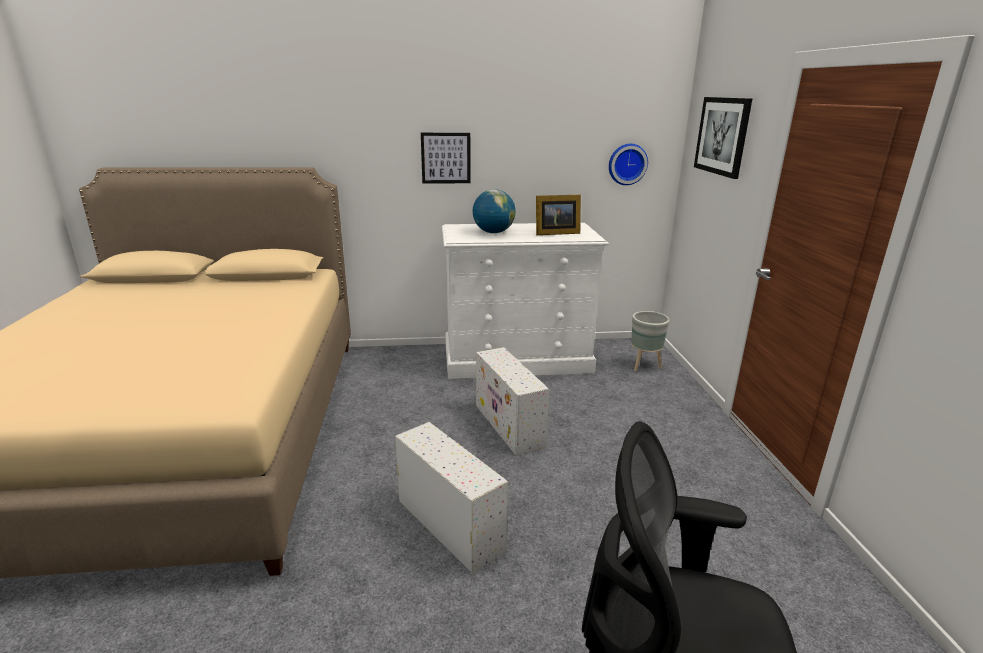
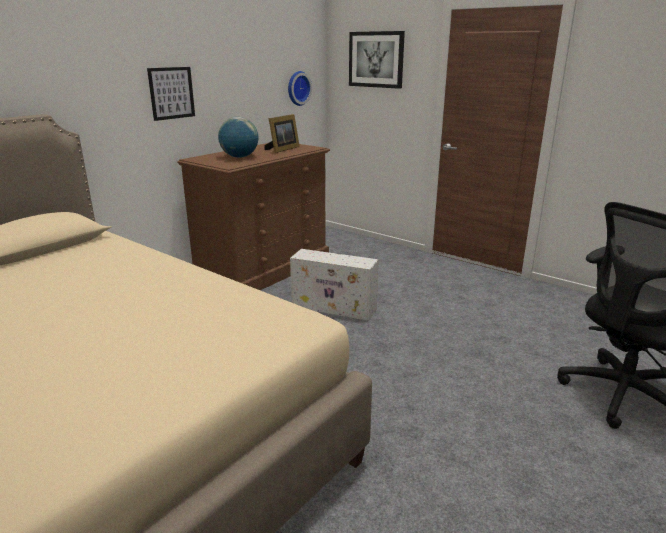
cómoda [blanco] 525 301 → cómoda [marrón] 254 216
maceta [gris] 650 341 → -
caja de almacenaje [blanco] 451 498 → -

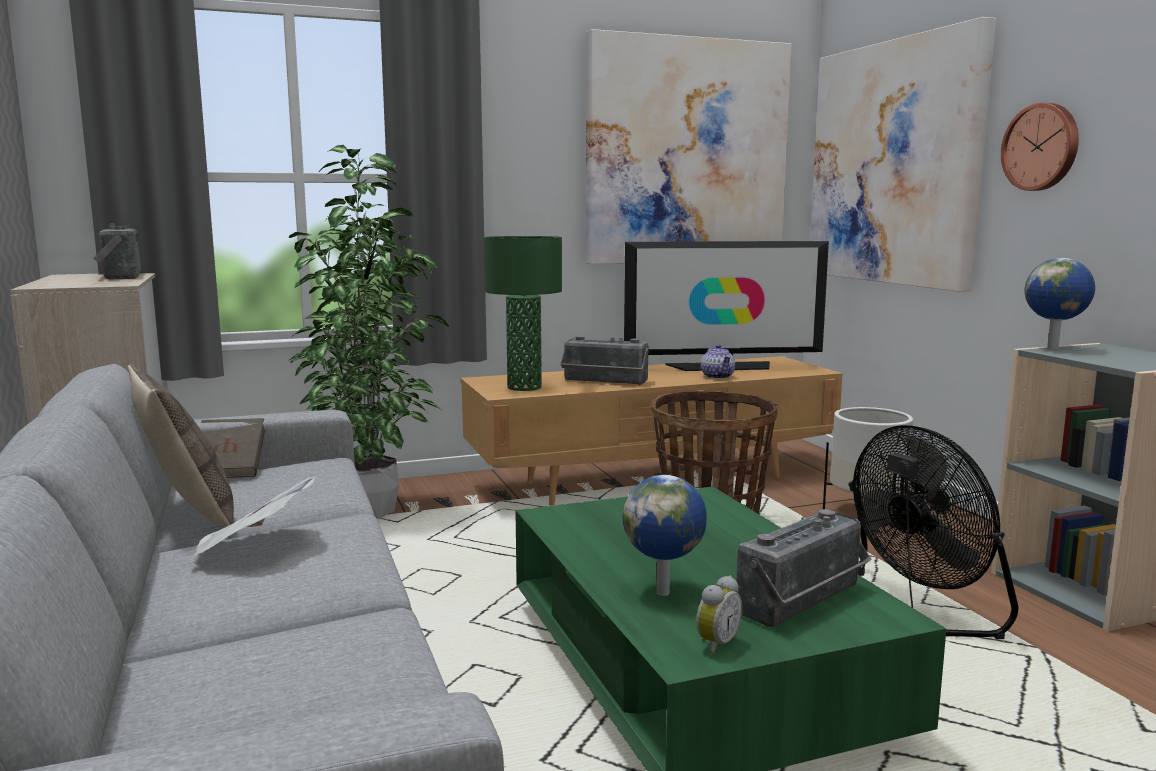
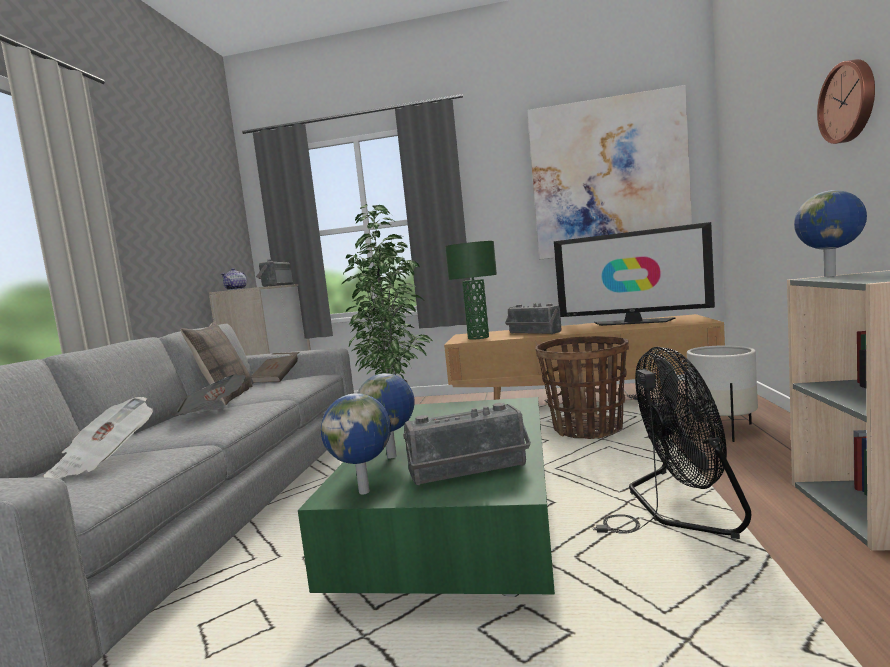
cuadro 903 154 → -
tetera 718 361 → tetera 234 279, shifted
despertador 719 616 → globo terráqueo 356 443
- → periódico 98 437

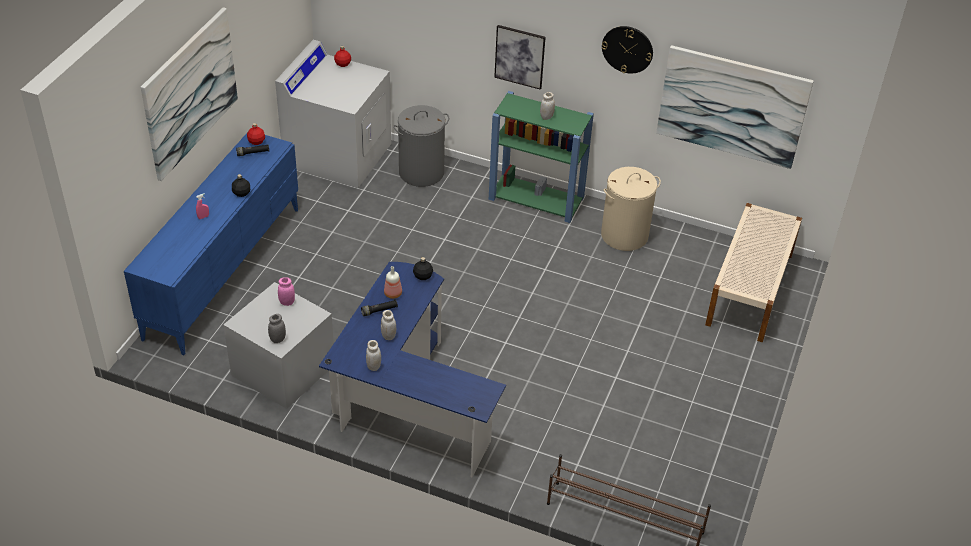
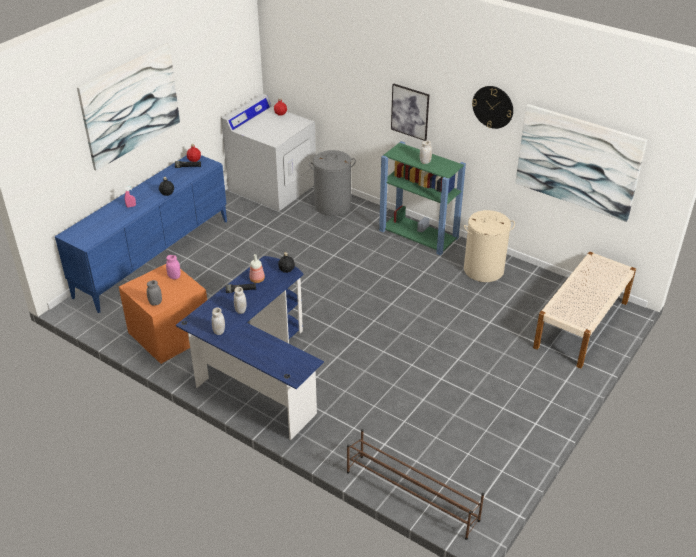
caja de almacenaje [gris] 278 345 → caja de almacenaje [naranja] 163 314

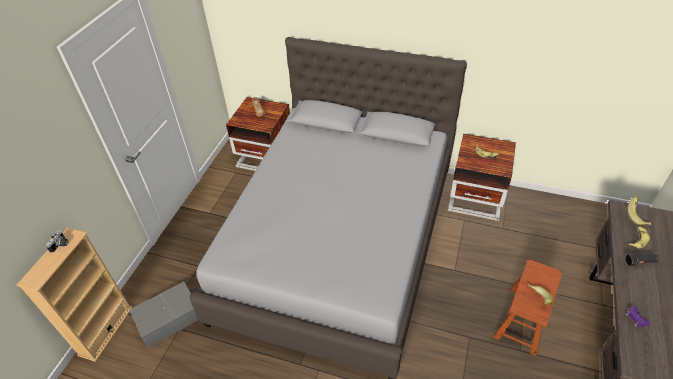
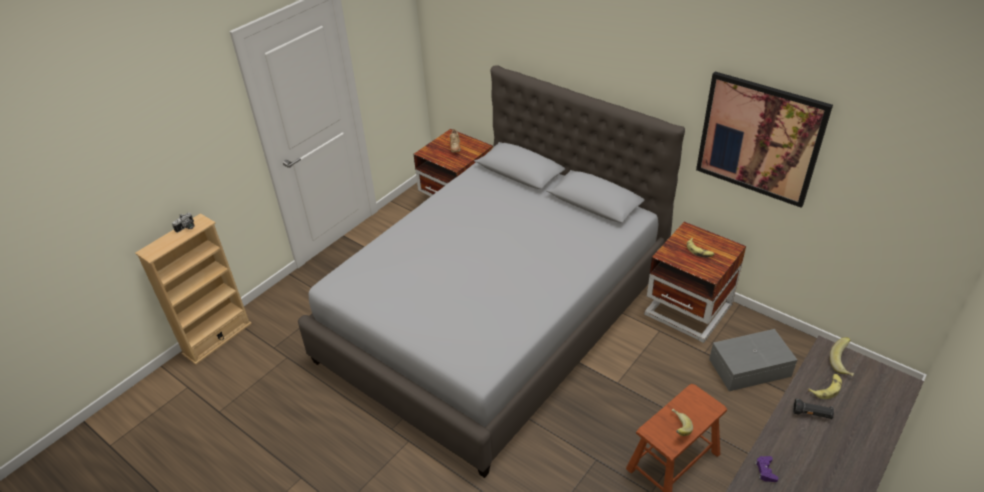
caja de almacenaje [gris] 163 315 → caja de almacenaje [gris] 753 360, shifted
- → cuadro 764 139

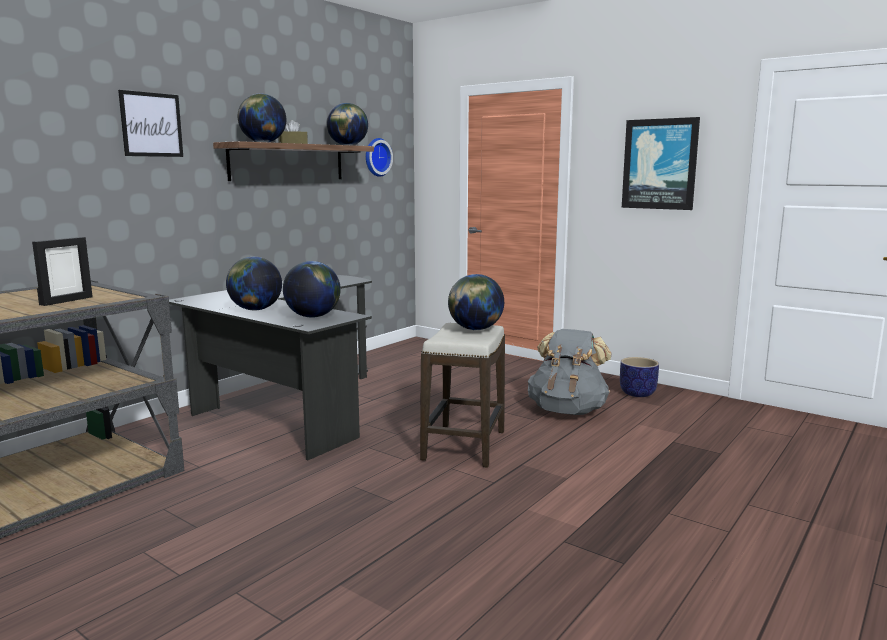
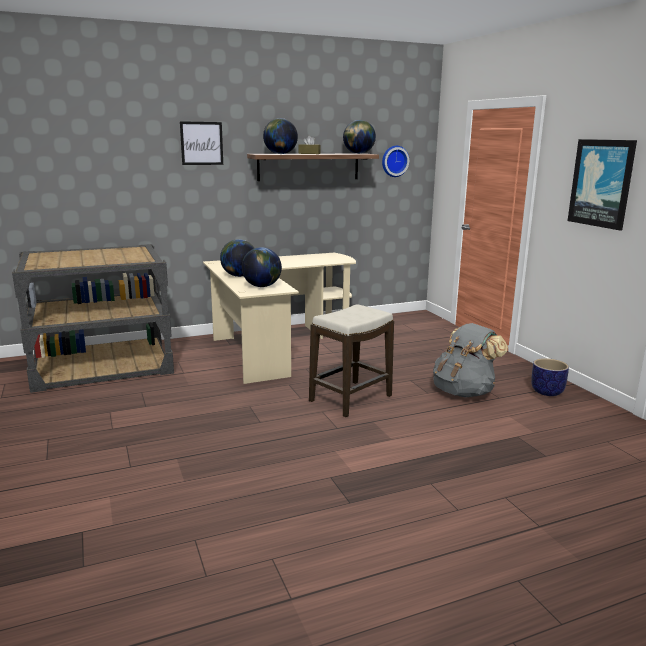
portarretratos 62 271 → -
globo terráqueo 476 302 → -
escritorio [negro] 270 367 → escritorio [beis] 279 318

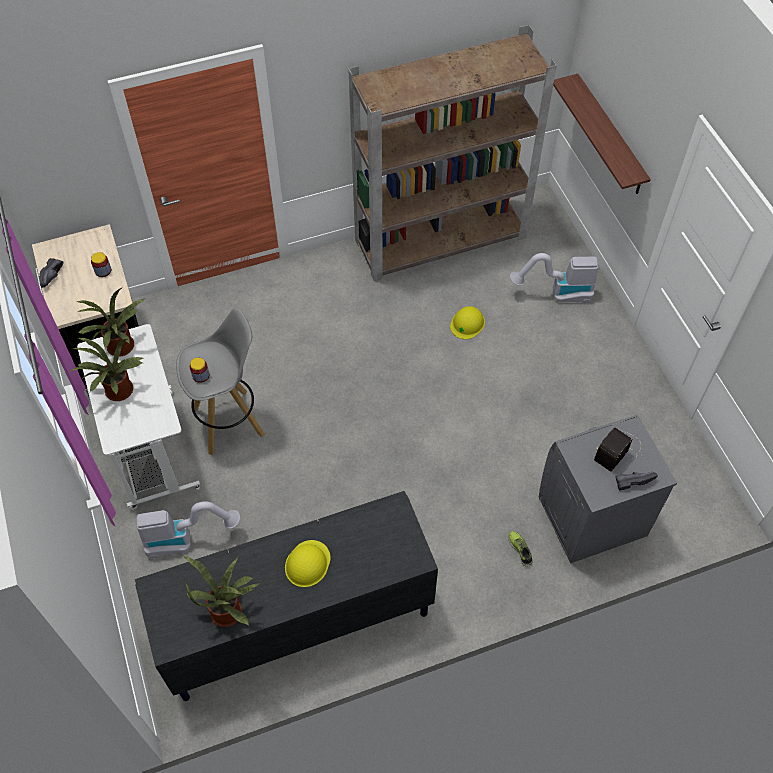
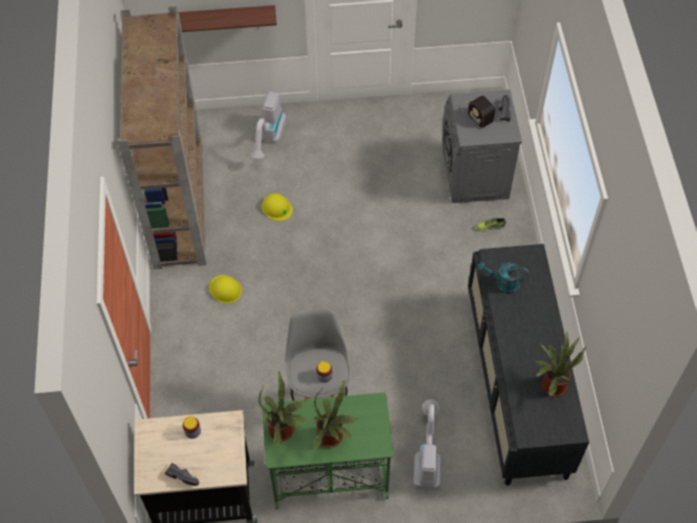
escritorio [blanco] 138 417 → escritorio [verde] 328 451
casco [amarillo] 307 563 → casco [amarillo] 225 289, shifted
- → regadera [turquesa] 503 277

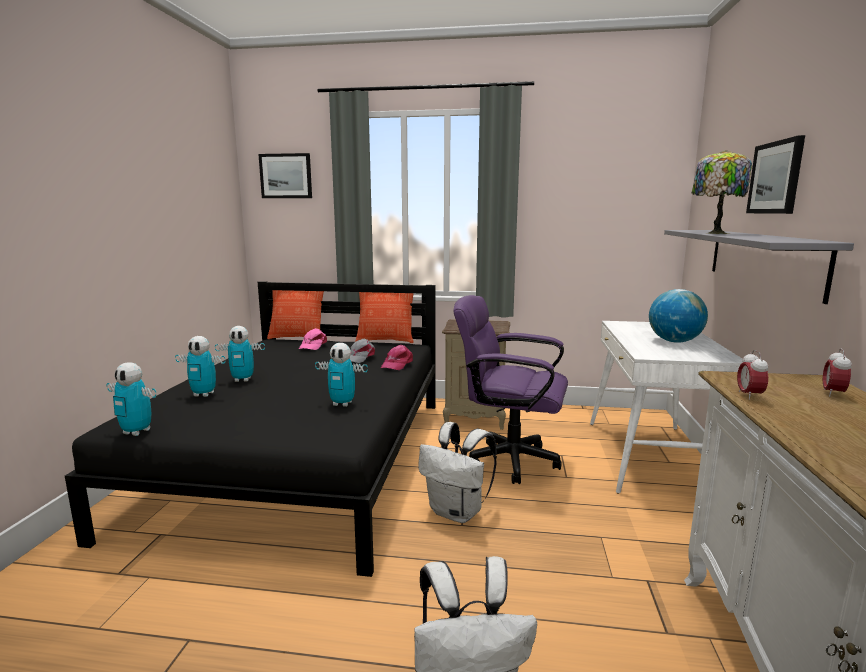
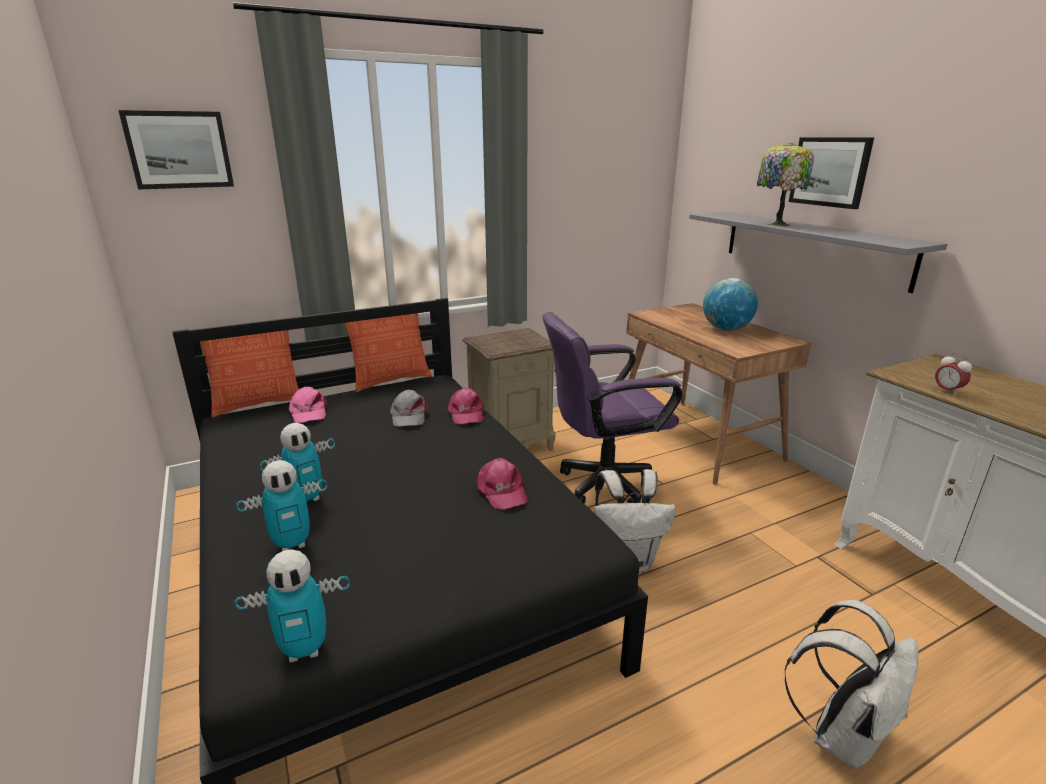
escritorio [blanco] 666 407 → escritorio [marrón] 718 394
robot de juguete 341 375 → gorra [rosa] 502 483
despertador 837 373 → -

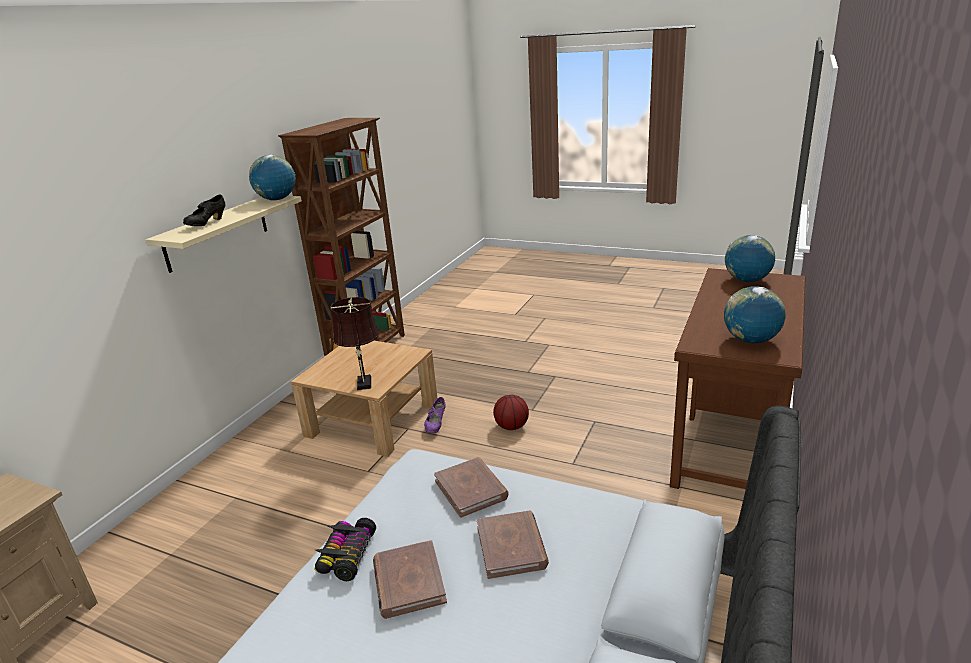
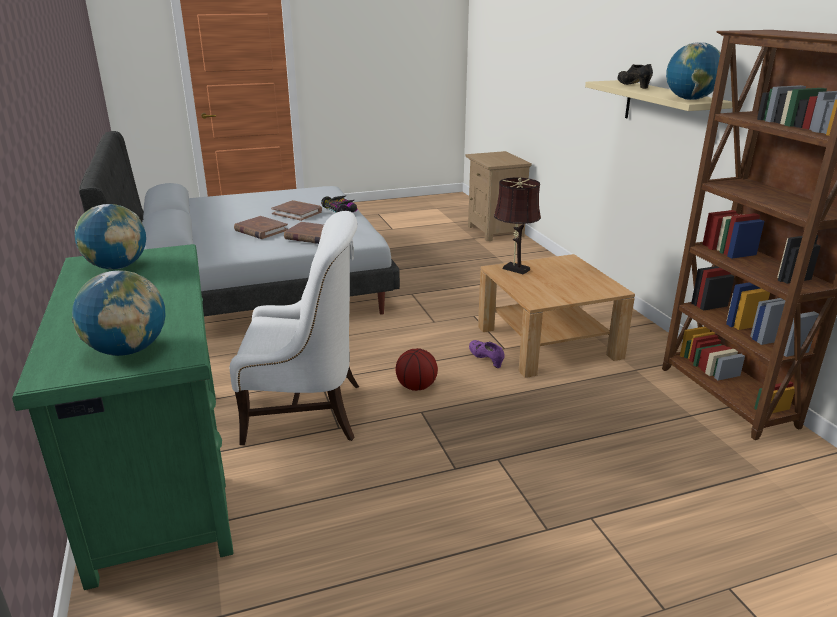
escritorio [marrón] 737 378 → escritorio [verde] 122 417
- → silla [blanco] 294 328

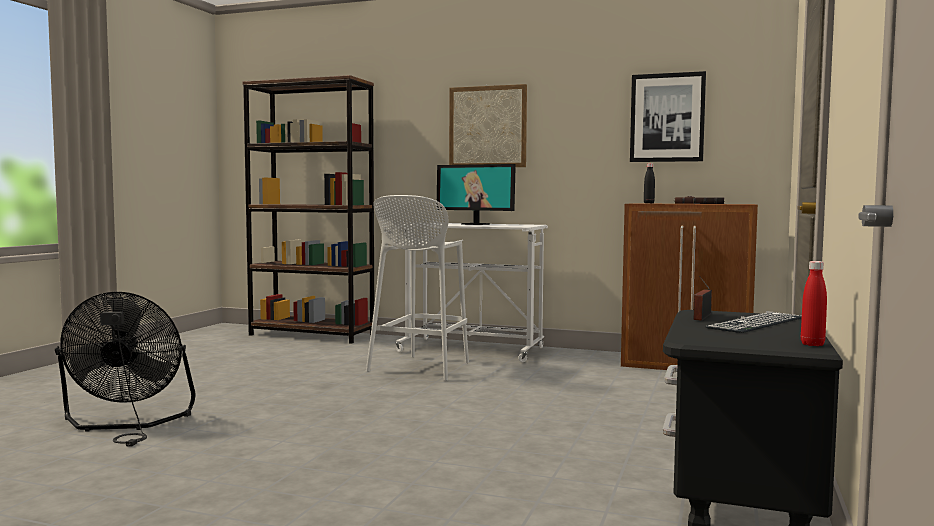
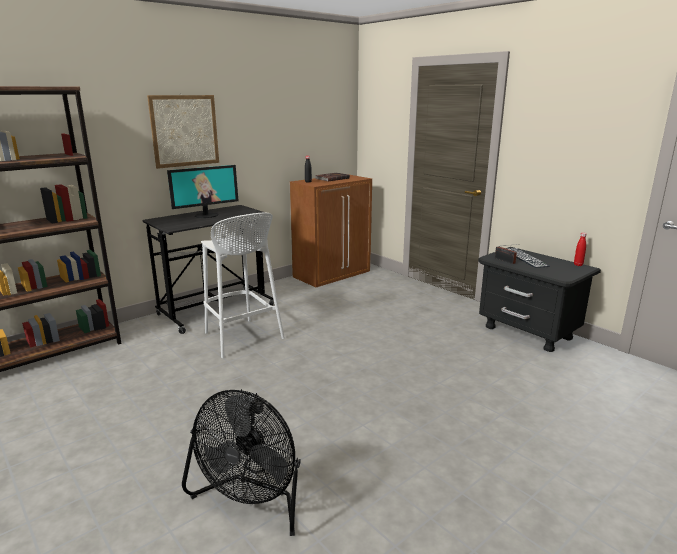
cuadro 668 116 → -
escritorio [blanco] 472 292 → escritorio [negro] 208 269
ventilador [negro] 125 369 → ventilador [negro] 241 462, 90 degrees counterclockwise

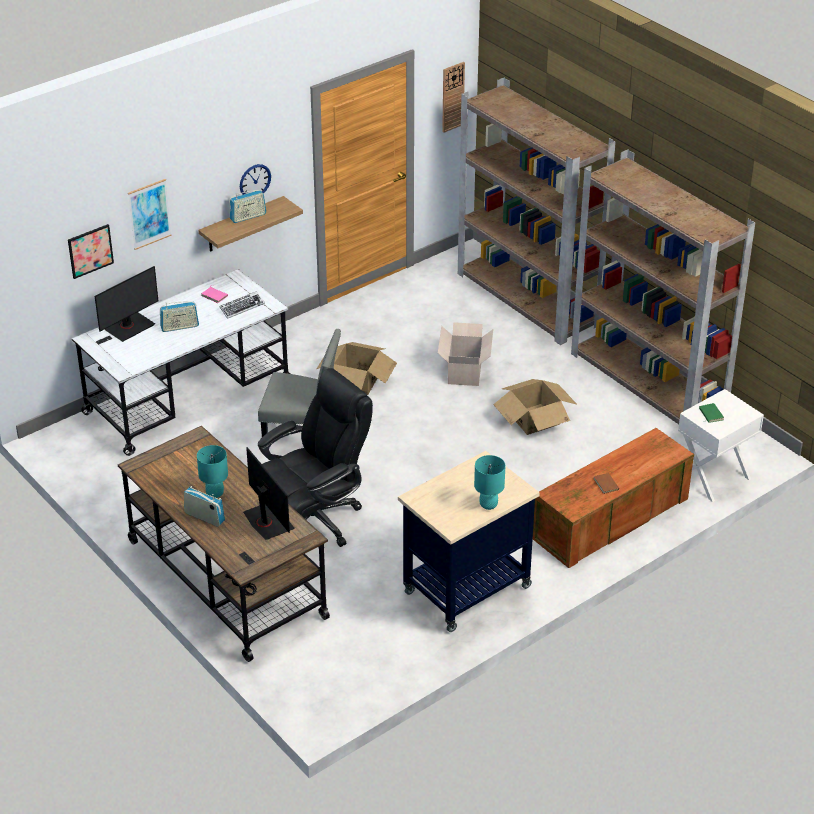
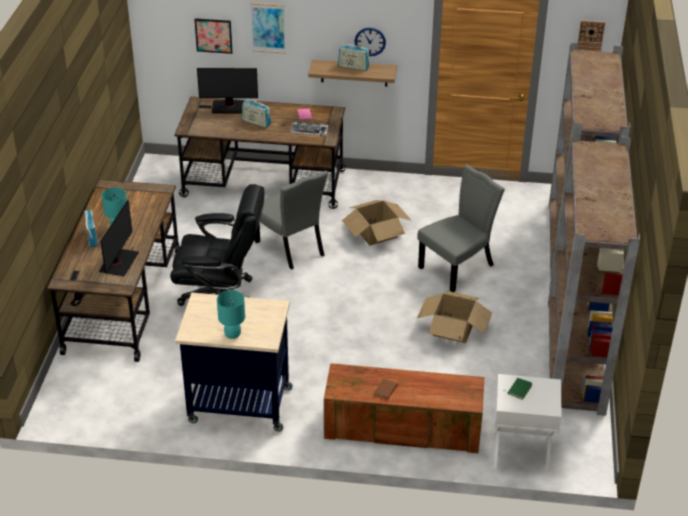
escritorio [blanco] 181 362 → escritorio [marrón] 260 152
caja de cartón 465 354 → silla [gris] 461 228

